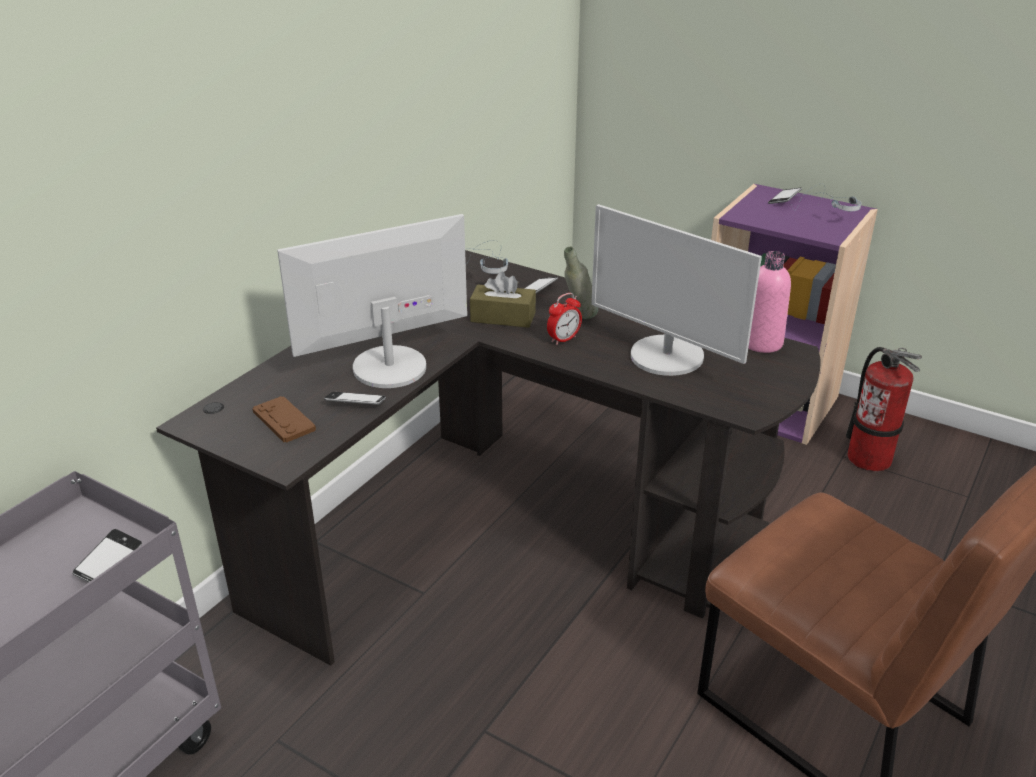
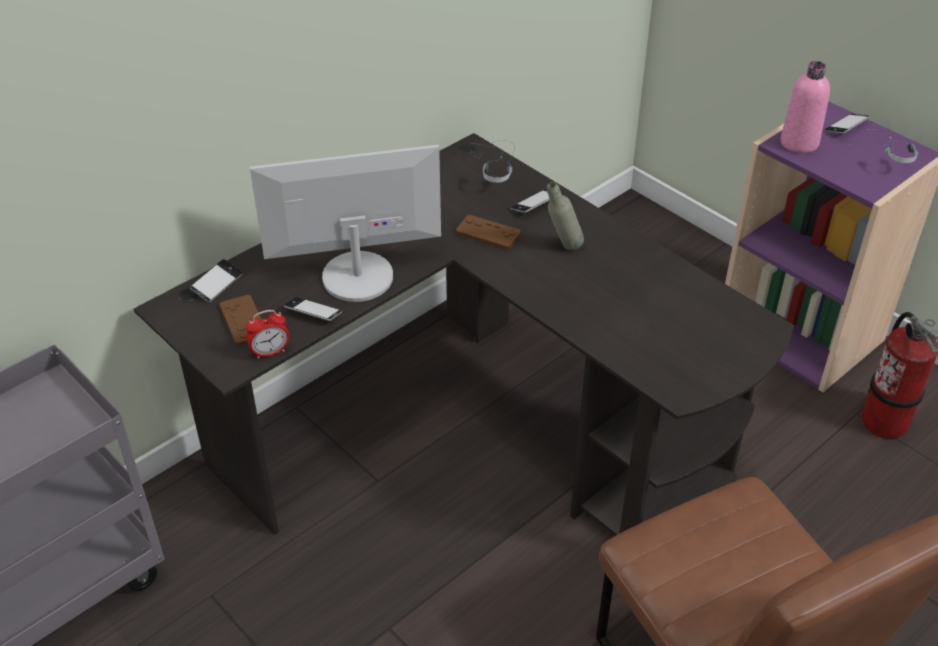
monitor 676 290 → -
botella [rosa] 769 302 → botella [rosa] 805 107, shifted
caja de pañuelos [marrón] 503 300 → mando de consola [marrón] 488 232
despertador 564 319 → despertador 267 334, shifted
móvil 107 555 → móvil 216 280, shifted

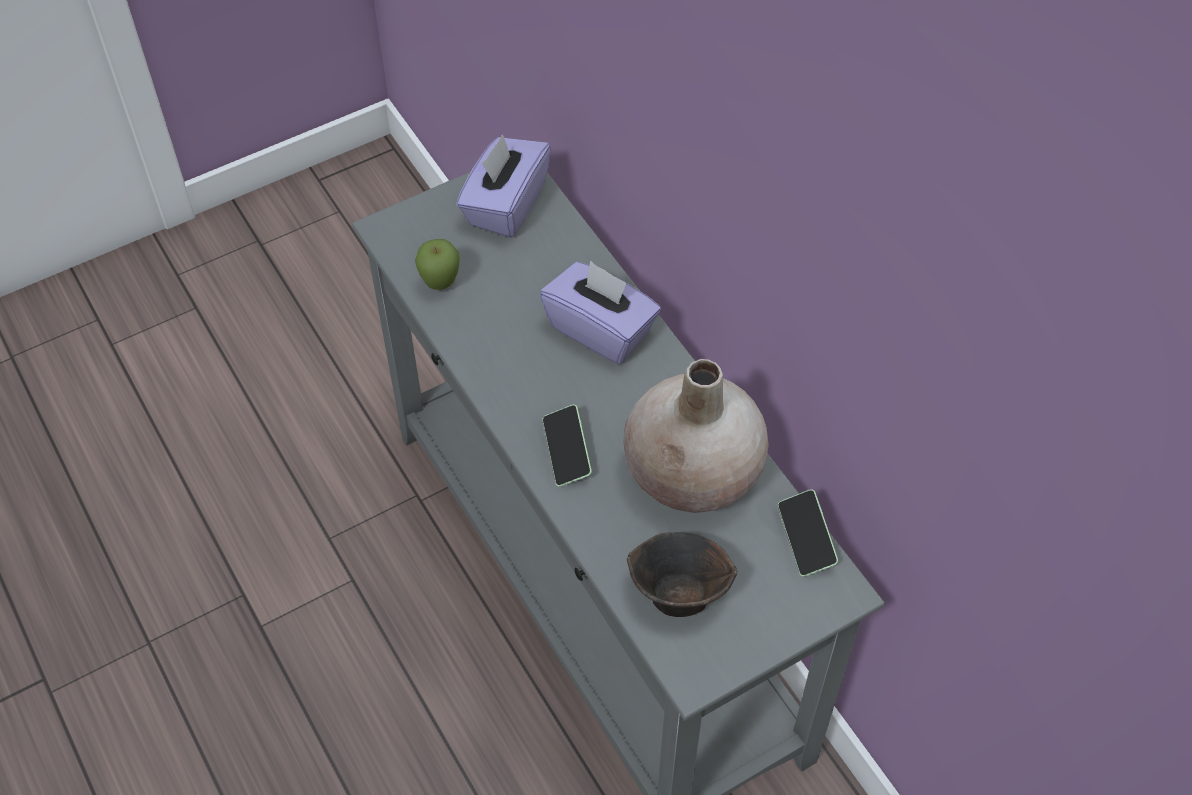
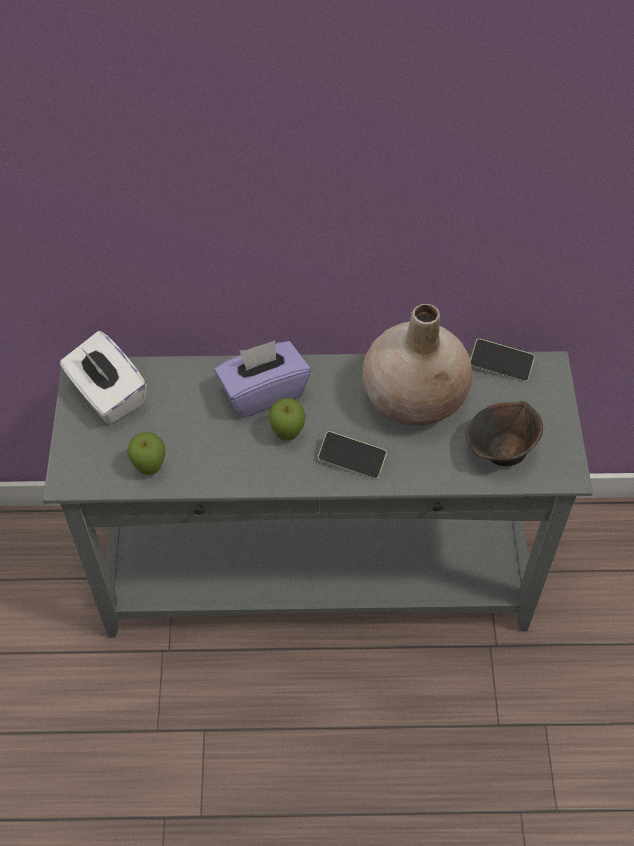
caja de pañuelos [morado] 503 186 → caja de pañuelos [blanco] 103 377
- → manzana 287 419

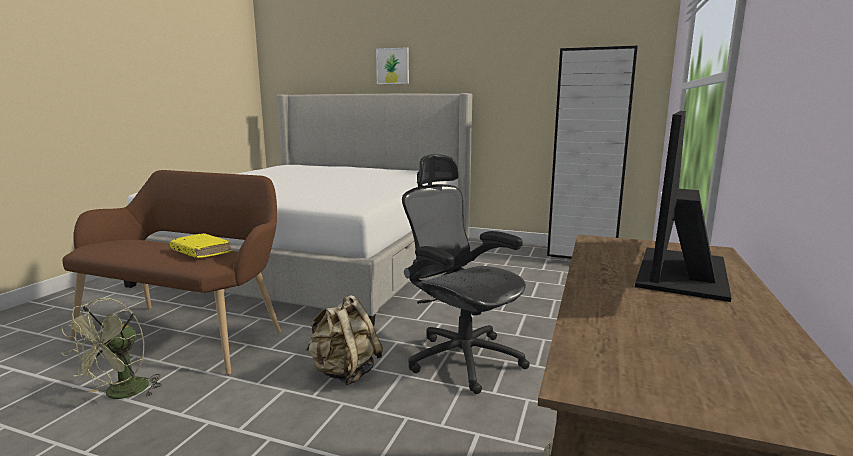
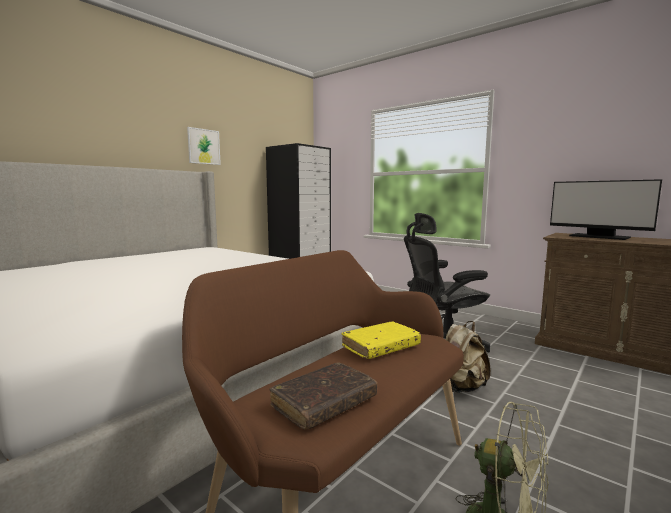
cuadro 392 65 → cuadro 204 146, shifted
- → libro [marrón] 323 396

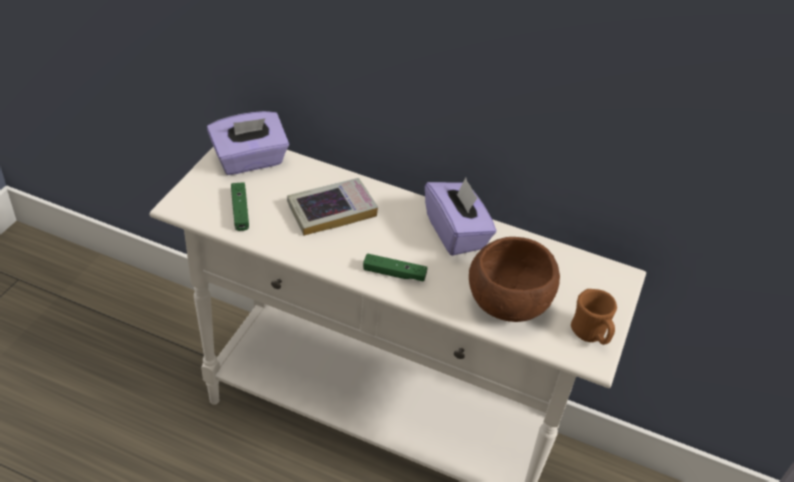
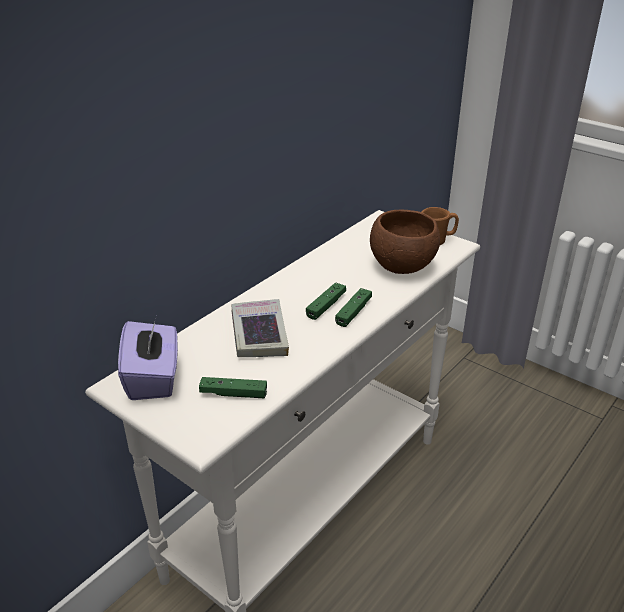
caja de pañuelos [morado] 460 216 → -
- → mando de consola [verde] 326 301

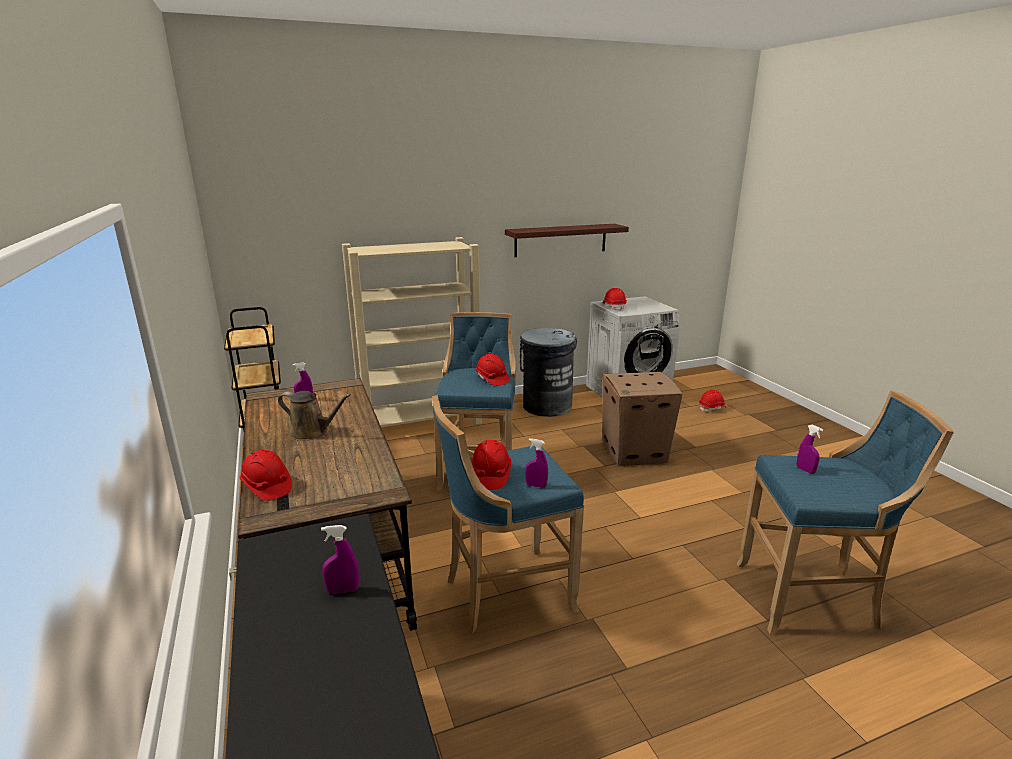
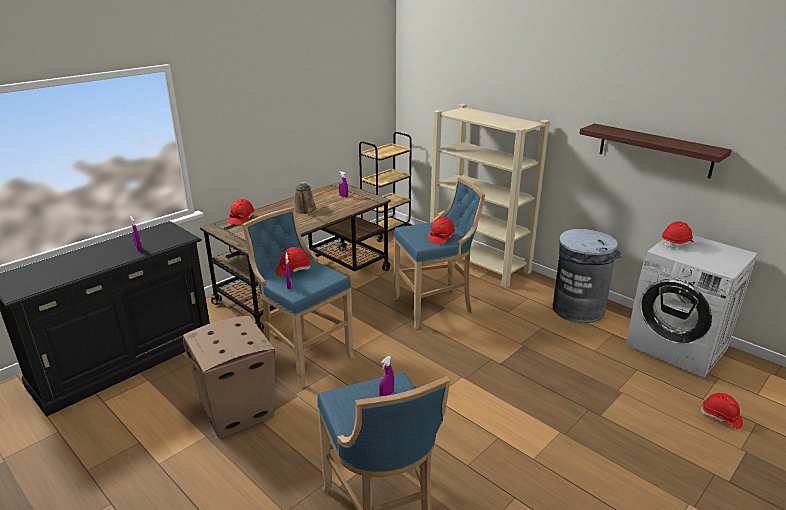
caja de cartón 642 419 → caja de cartón 229 377, shifted

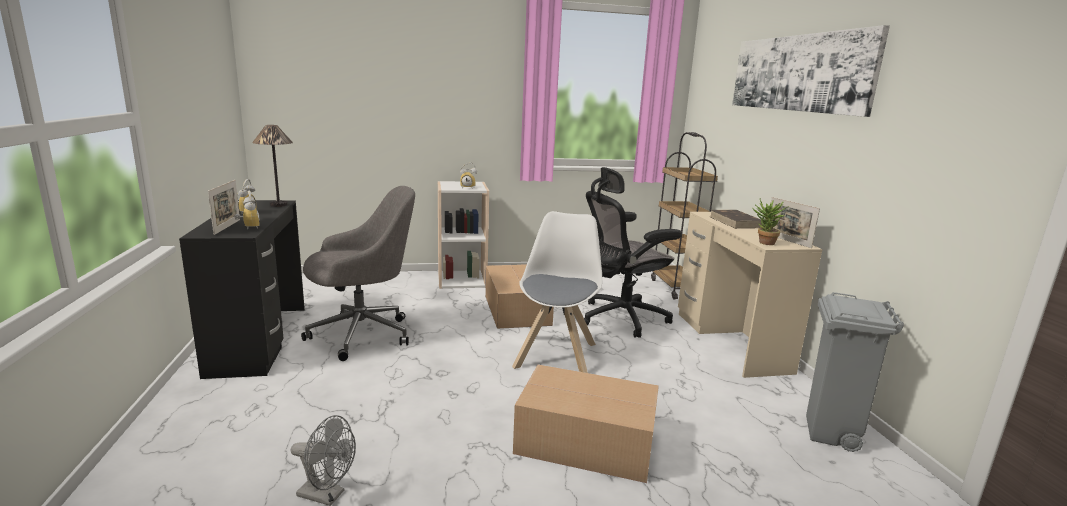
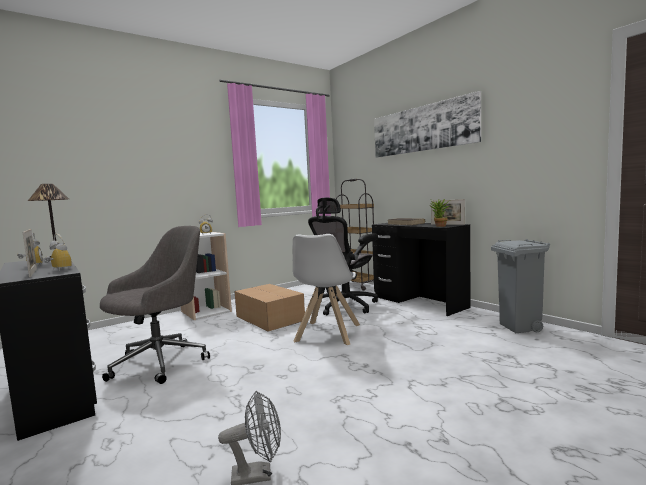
silla 557 292 → silla 326 289, 150 degrees counterclockwise
escritorio [beis] 750 295 → escritorio [negro] 421 269
caja de cartón 586 424 → -

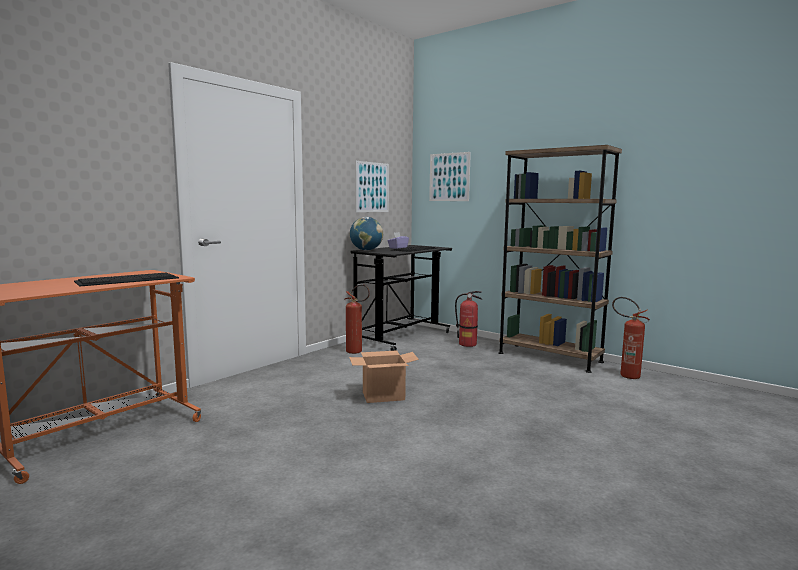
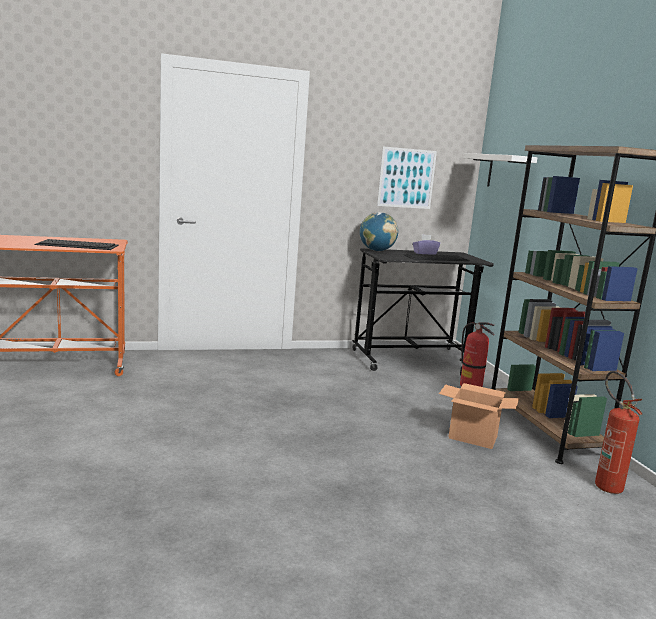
cuadro 450 176 → estante [blanco] 500 170
extintor 357 319 → -
caja de cartón 384 376 → caja de cartón 479 416, shifted

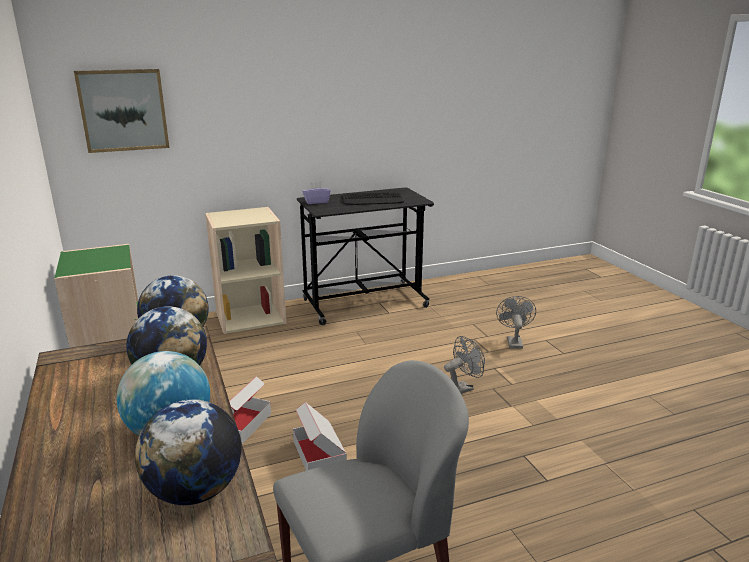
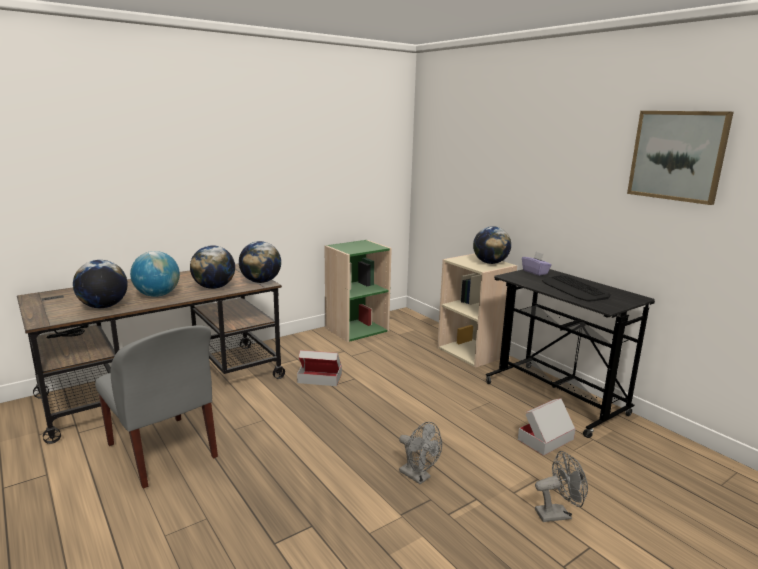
cuadro 121 111 → cuadro 680 158, shifted
caja de cartón 320 436 → caja de cartón 547 427, shifted
- → globo terráqueo 492 245

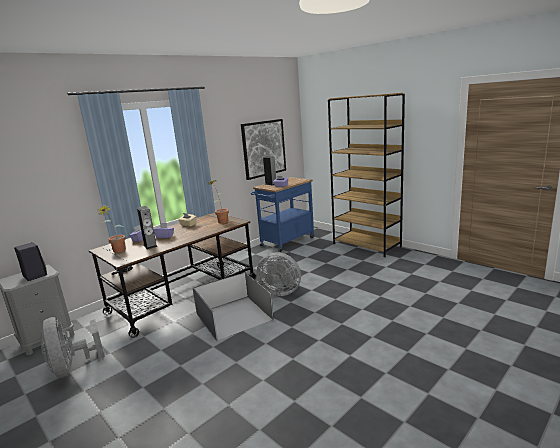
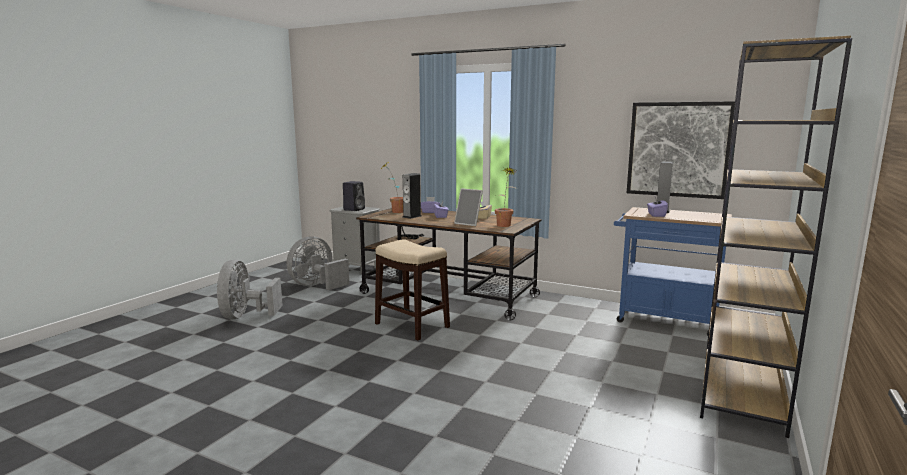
ventilador [gris] 278 274 → ventilador [gris] 250 289, shifted
caja de almacenaje [gris] 233 306 → taburete 412 289
- → portarretratos 468 207

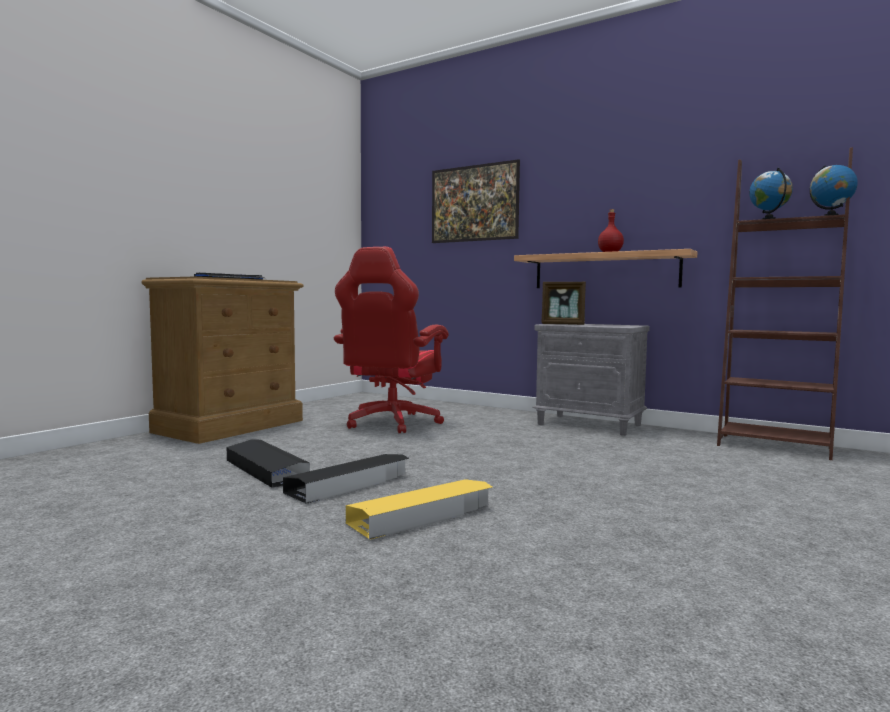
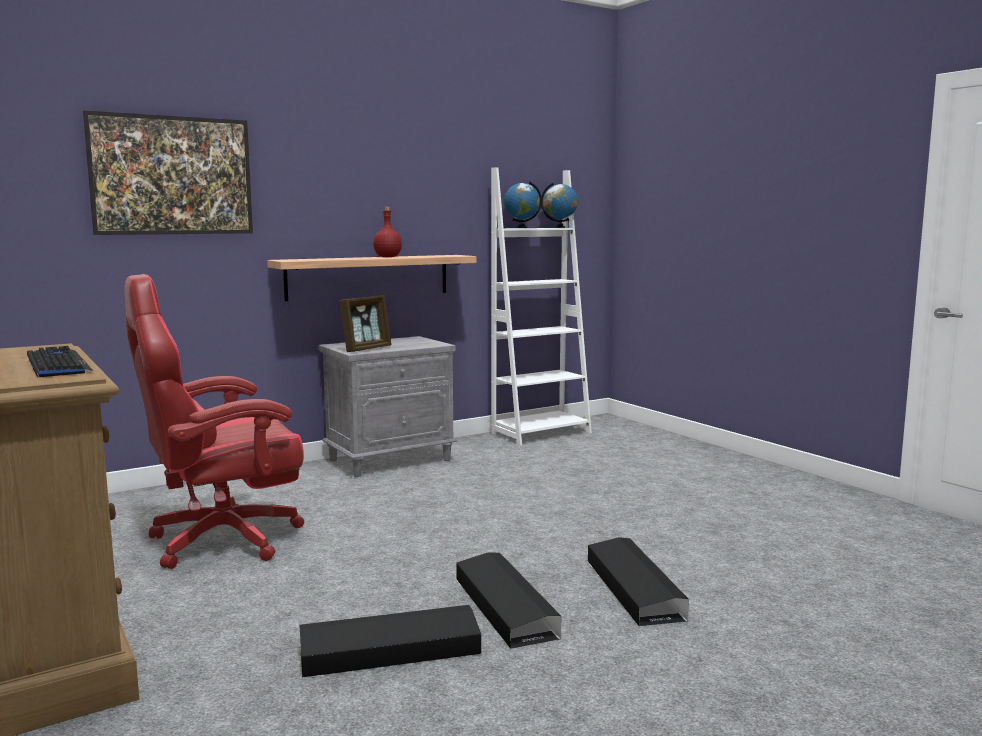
estantería [marrón] 785 303 → estantería [blanco] 541 306
silla de oficina [rojo] 391 340 → silla de oficina [rojo] 214 421, 105 degrees clockwise
caja de almacenaje [amarillo] 419 509 → caja de almacenaje [negro] 638 581

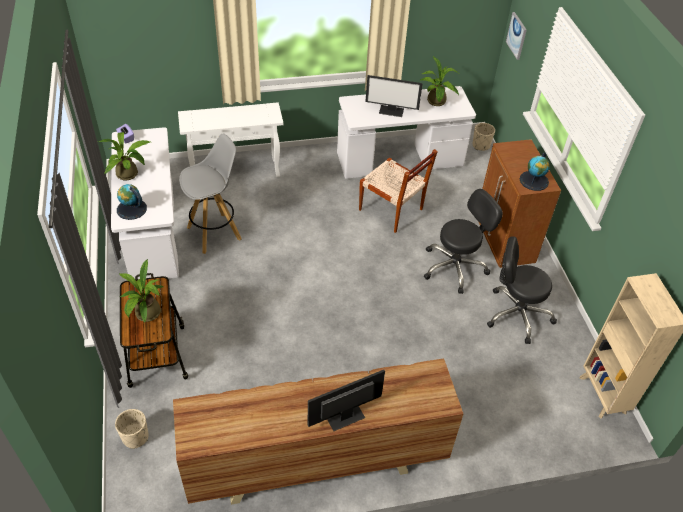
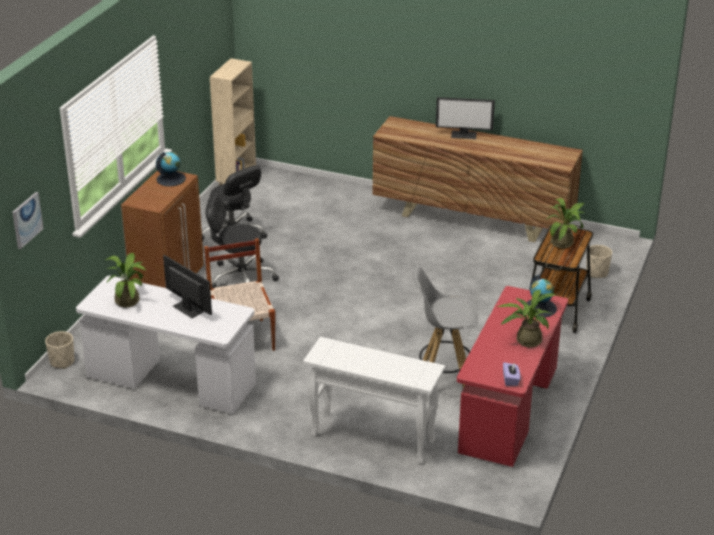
escritorio [blanco] 145 203 → escritorio [rojo] 512 376

